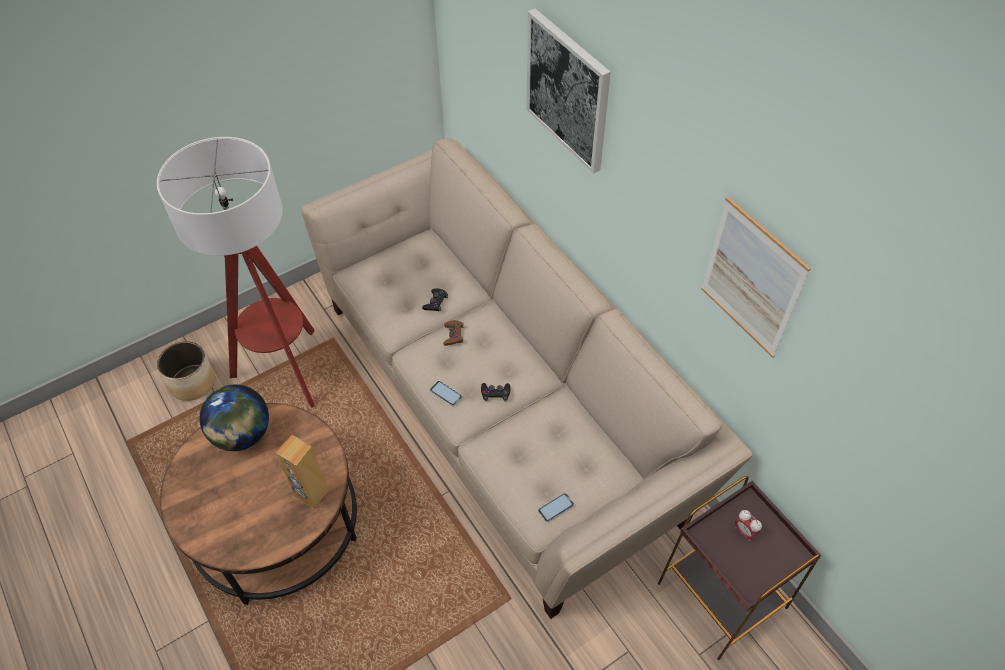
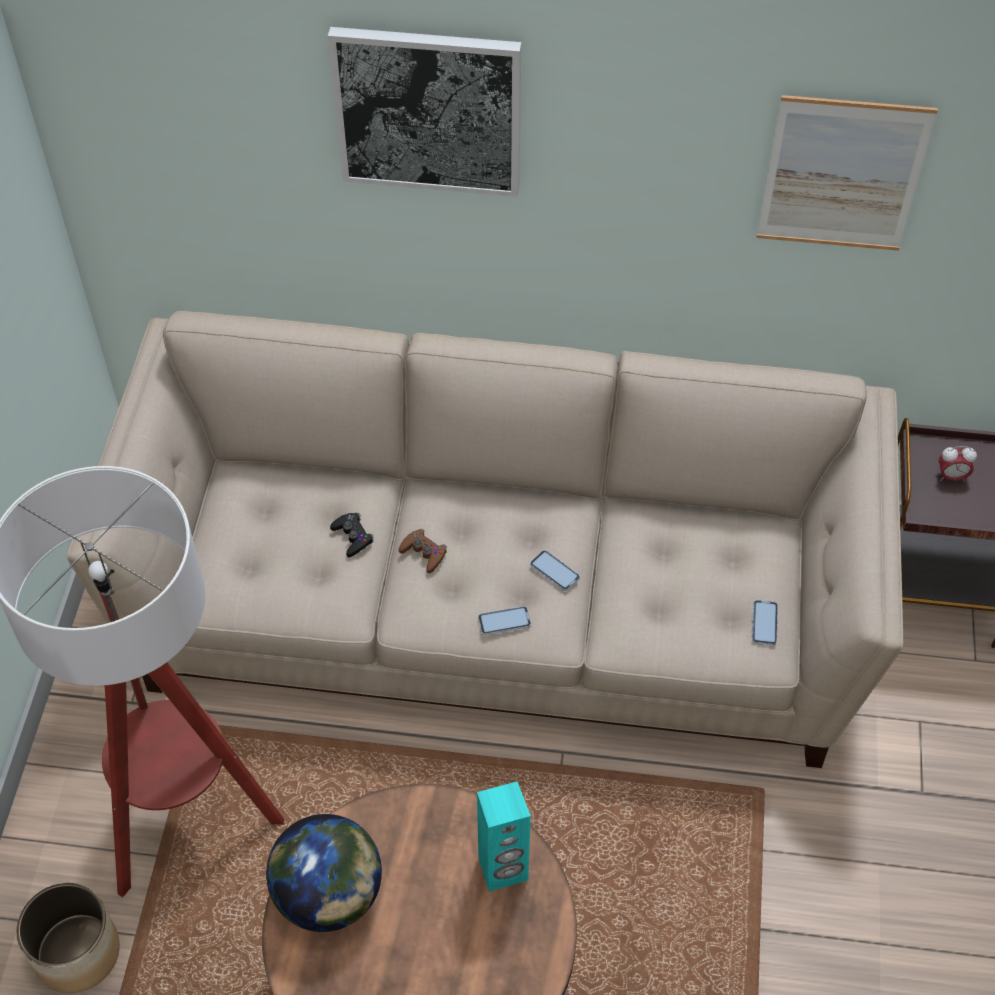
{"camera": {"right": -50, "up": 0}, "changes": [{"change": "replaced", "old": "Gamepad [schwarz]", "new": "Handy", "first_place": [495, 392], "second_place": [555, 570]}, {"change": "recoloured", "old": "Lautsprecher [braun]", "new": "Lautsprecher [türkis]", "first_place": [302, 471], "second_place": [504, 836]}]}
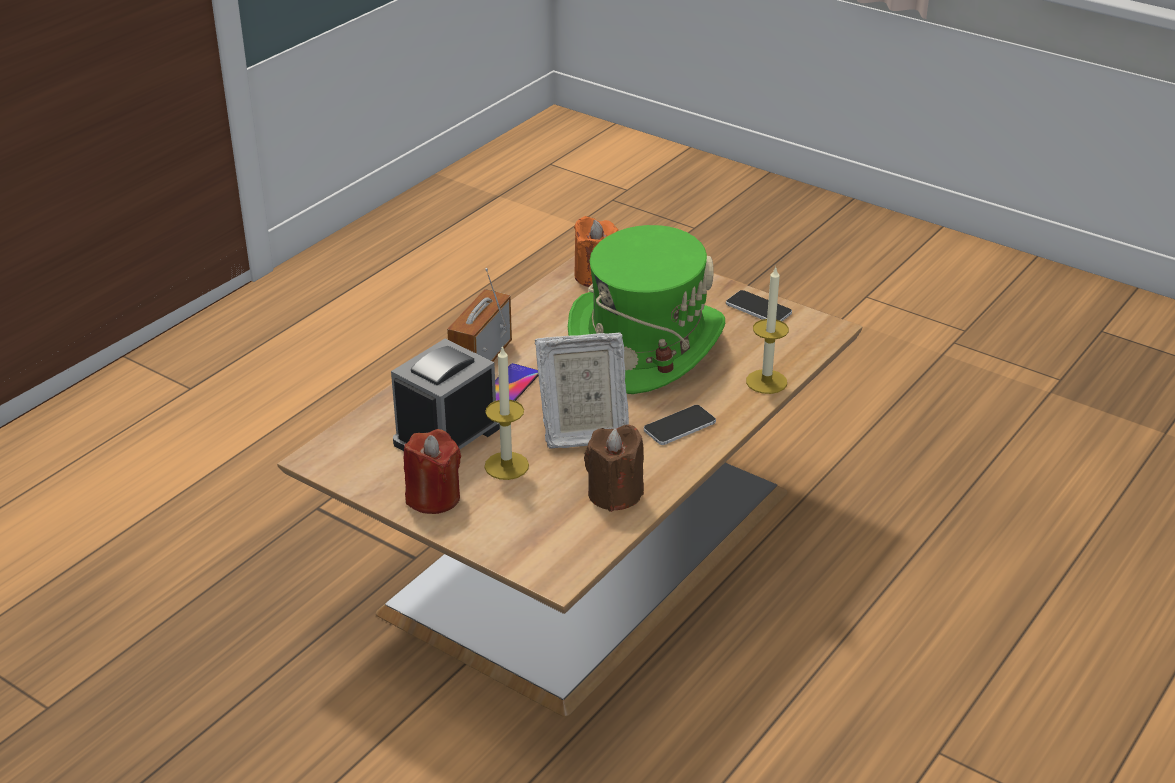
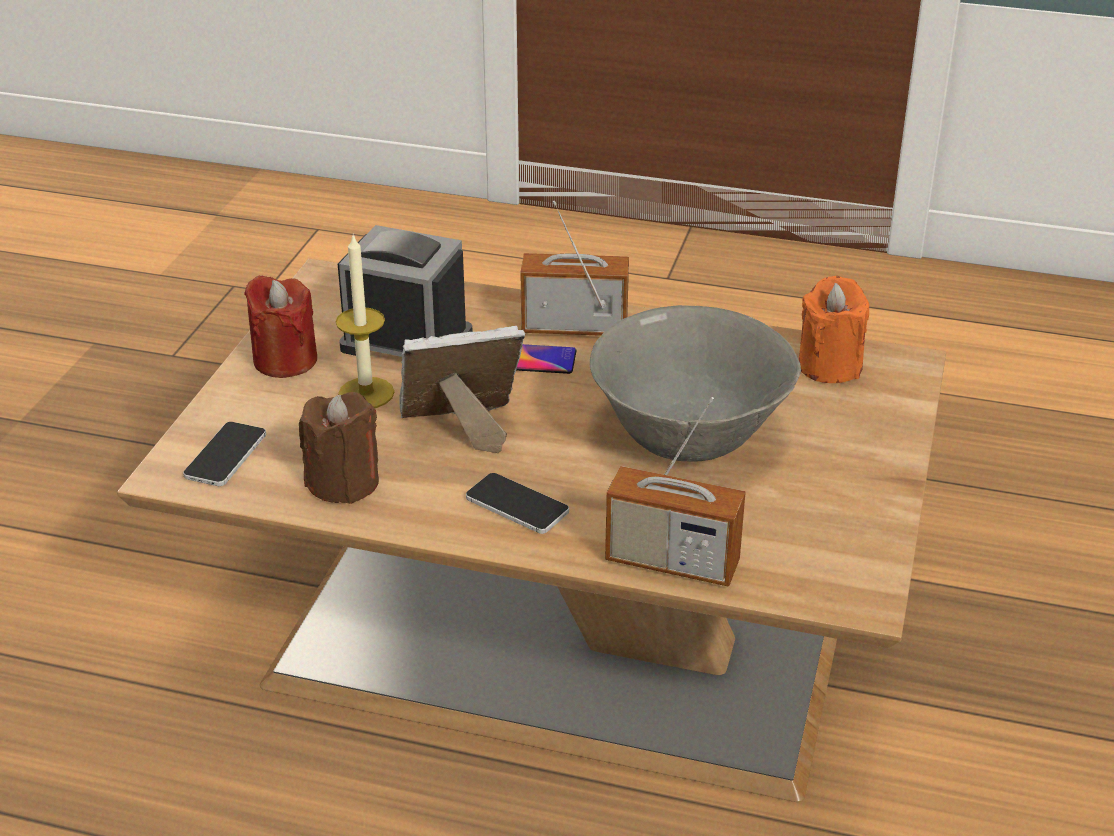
{"camera": {"right": 70, "up": 0}, "changes": [{"change": "moved", "old": "Handy", "first_place": [759, 305], "second_place": [224, 454]}, {"change": "replaced", "old": "Hut [grün]", "new": "Schüssel [grau]", "first_place": [646, 309], "second_place": [695, 383]}, {"change": "replaced", "old": "Kerze", "new": "Radio", "first_place": [767, 330], "second_place": [675, 492]}, {"change": "turned", "old": "Bilderrahmen", "first_place": [582, 391], "second_place": [462, 389], "degrees": 105}]}
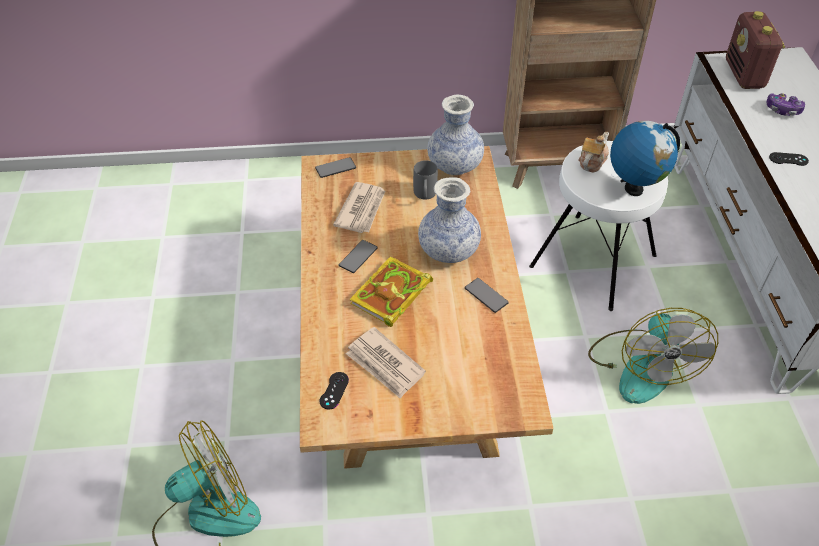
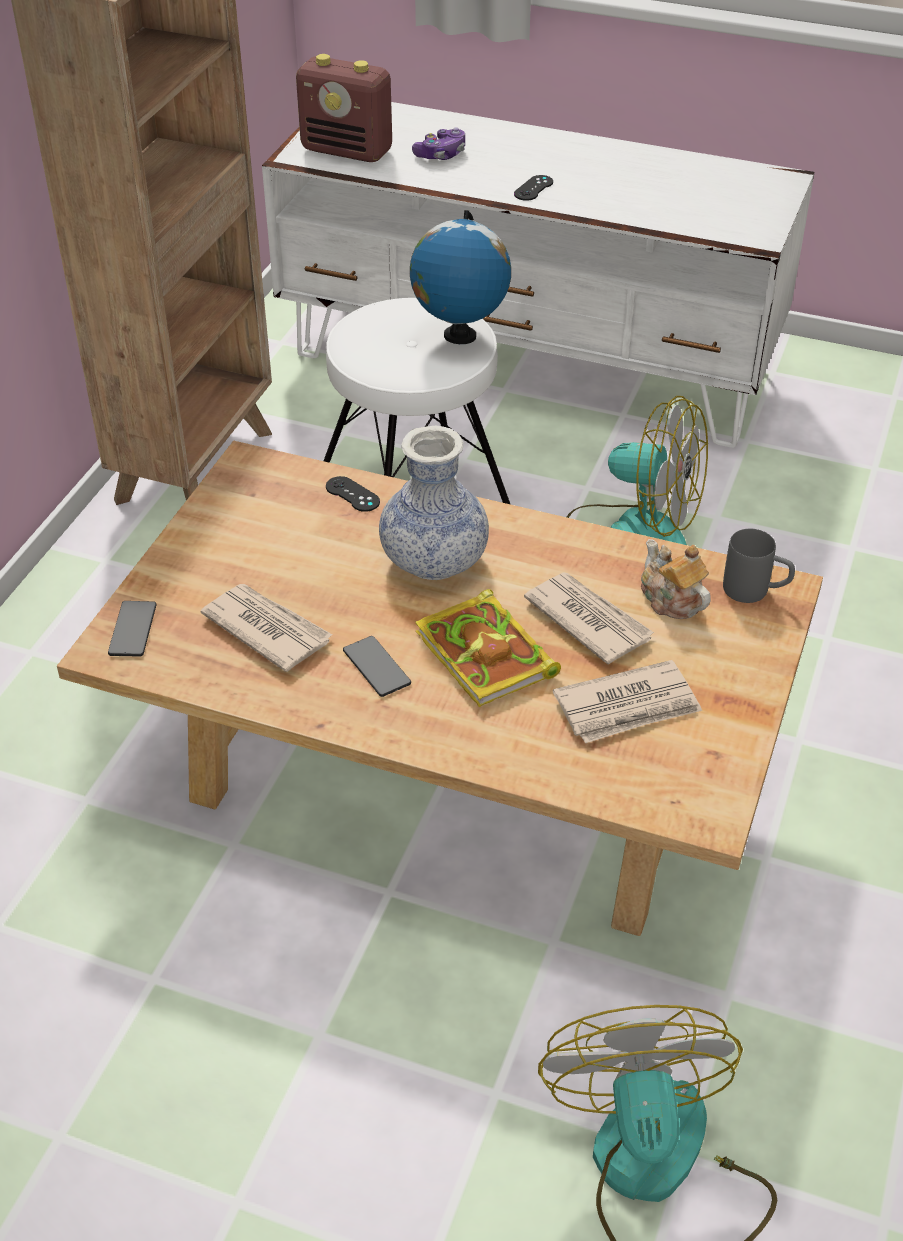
{"camera": {"right": -65, "up": -5}, "changes": [{"change": "removed", "old": "Vase", "first_place": [455, 135]}, {"change": "removed", "old": "Handy", "first_place": [487, 295]}, {"change": "added", "new": "Zeitung", "second_place": [589, 618]}, {"change": "moved", "old": "Gamepad [schwarz]", "first_place": [334, 391], "second_place": [353, 494]}, {"change": "moved", "old": "Henkelbecher [grau]", "first_place": [425, 179], "second_place": [759, 566]}, {"change": "moved", "old": "Teekanne", "first_place": [593, 152], "second_place": [675, 579]}]}
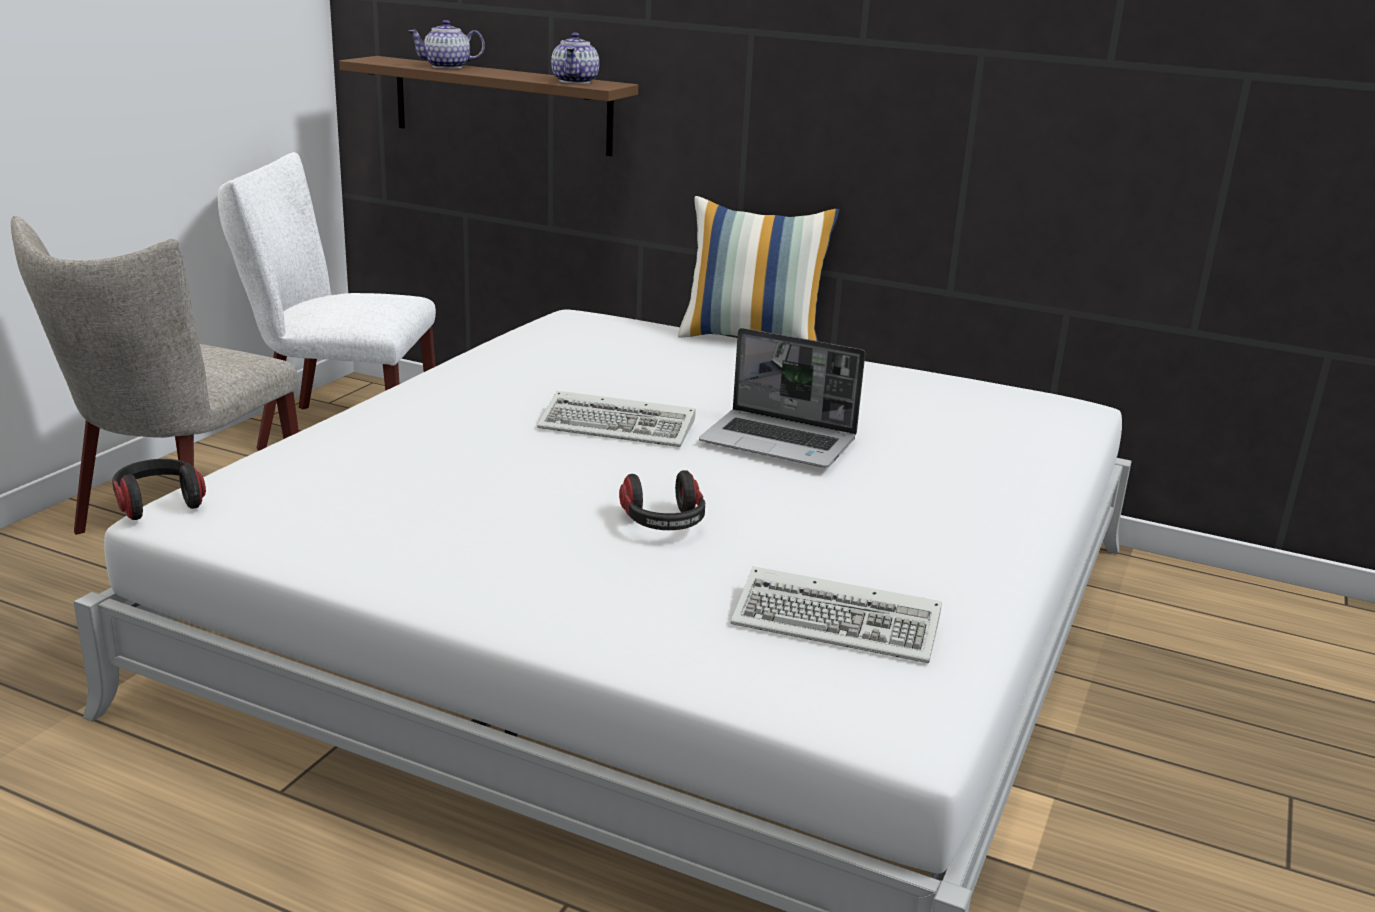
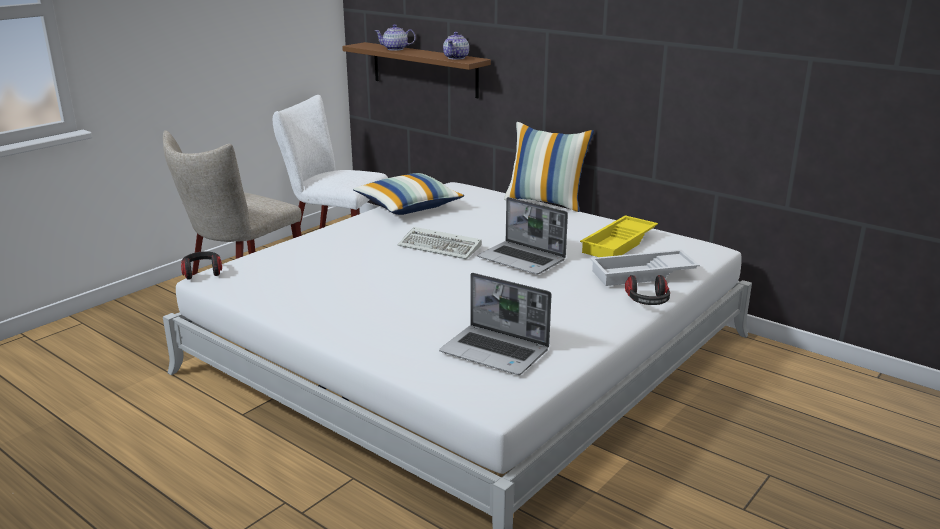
{"camera": {"right": 15, "up": 0}, "changes": [{"change": "added", "new": "Kissen", "second_place": [408, 194]}, {"change": "added", "new": "Tablett [gelb]", "second_place": [619, 236]}, {"change": "added", "new": "Tablett [weiß]", "second_place": [645, 268]}, {"change": "moved", "old": "Kopfhörer", "first_place": [662, 500], "second_place": [647, 290]}, {"change": "replaced", "old": "Tastatur", "new": "Laptop", "first_place": [836, 614], "second_place": [495, 324]}]}
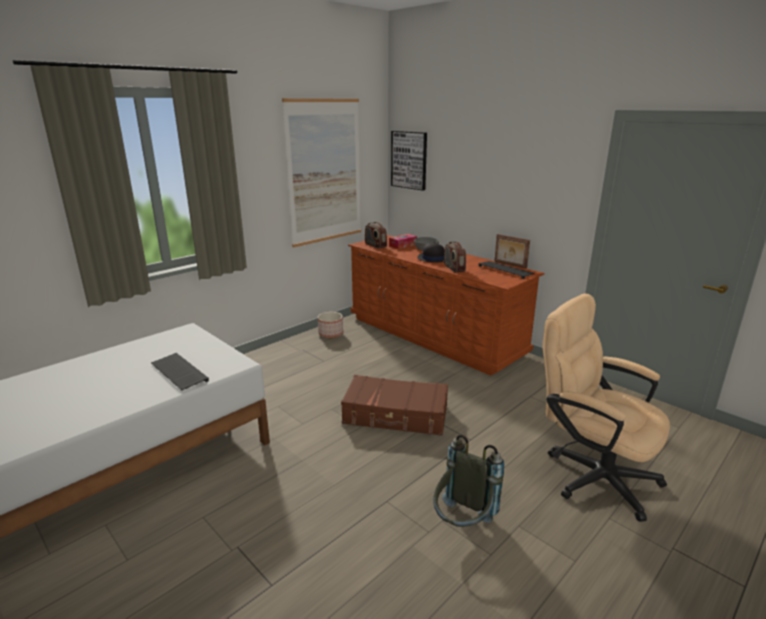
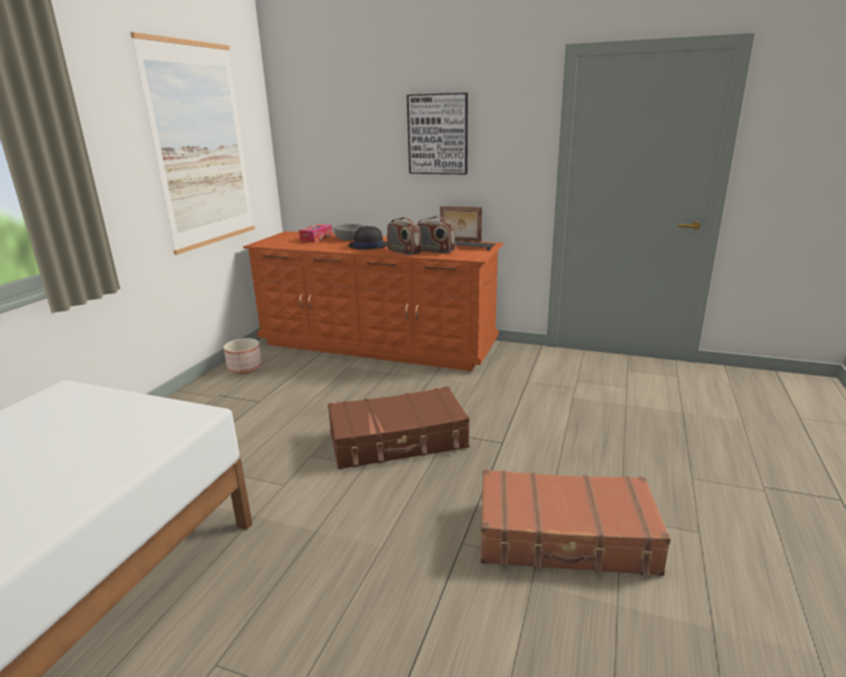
{"camera": {"right": -25, "up": 0}, "changes": [{"change": "removed", "old": "Tastatur", "first_place": [180, 371]}, {"change": "removed", "old": "Bürostuhl [beige]", "first_place": [606, 408]}, {"change": "moved", "old": "Radio", "first_place": [376, 235], "second_place": [436, 235]}, {"change": "moved", "old": "Bild", "first_place": [409, 161], "second_place": [437, 133]}, {"change": "replaced", "old": "Rucksack [grau]", "new": "Koffer [braun]", "first_place": [468, 481], "second_place": [575, 522]}]}
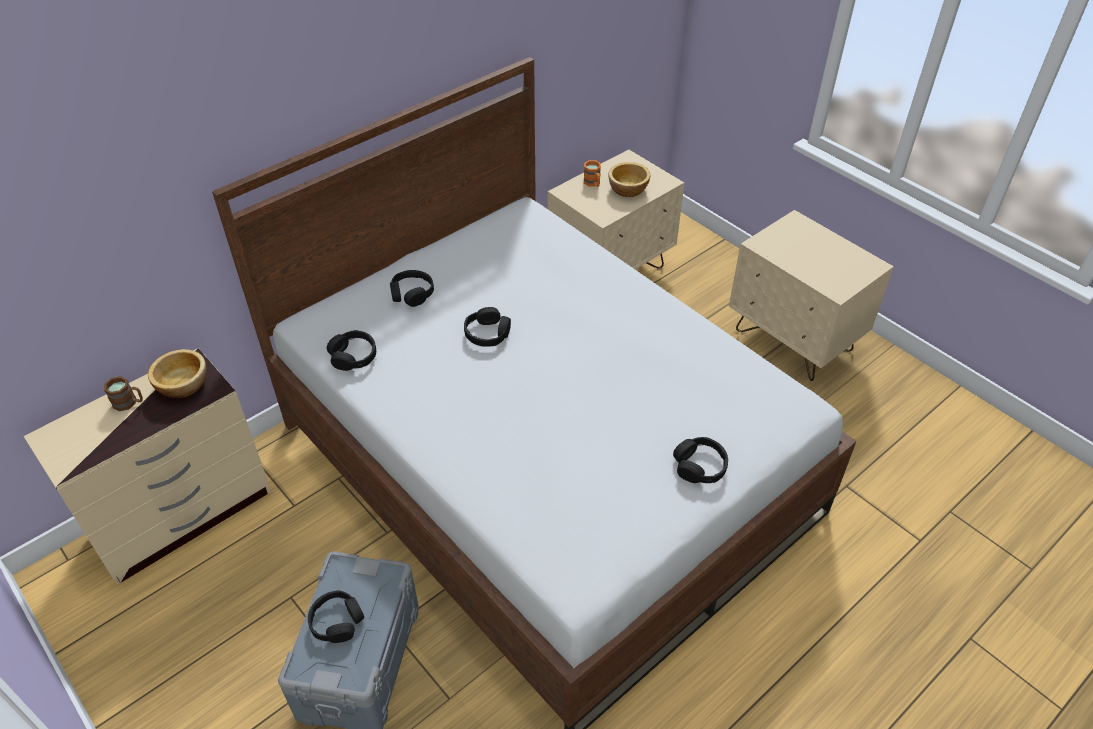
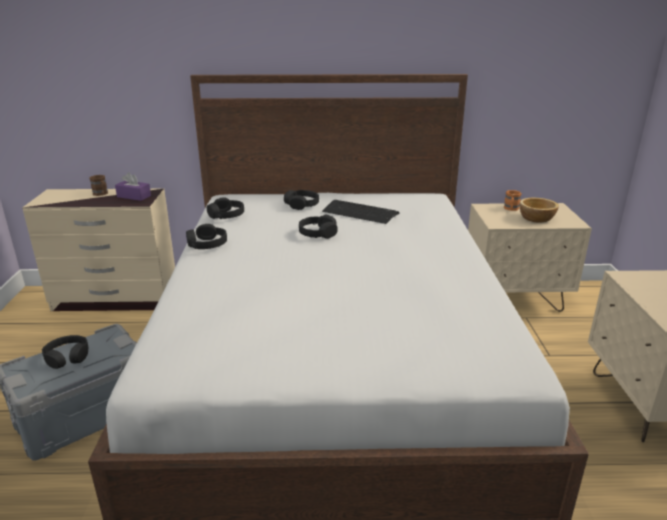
{"camera": {"right": 40, "up": -20}, "changes": [{"change": "added", "new": "Tastatur", "second_place": [360, 212]}, {"change": "moved", "old": "Kopfhörer [schwarz]", "first_place": [700, 460], "second_place": [206, 236]}, {"change": "replaced", "old": "Schüssel", "new": "Taschentuchbox [lila]", "first_place": [177, 373], "second_place": [133, 186]}]}
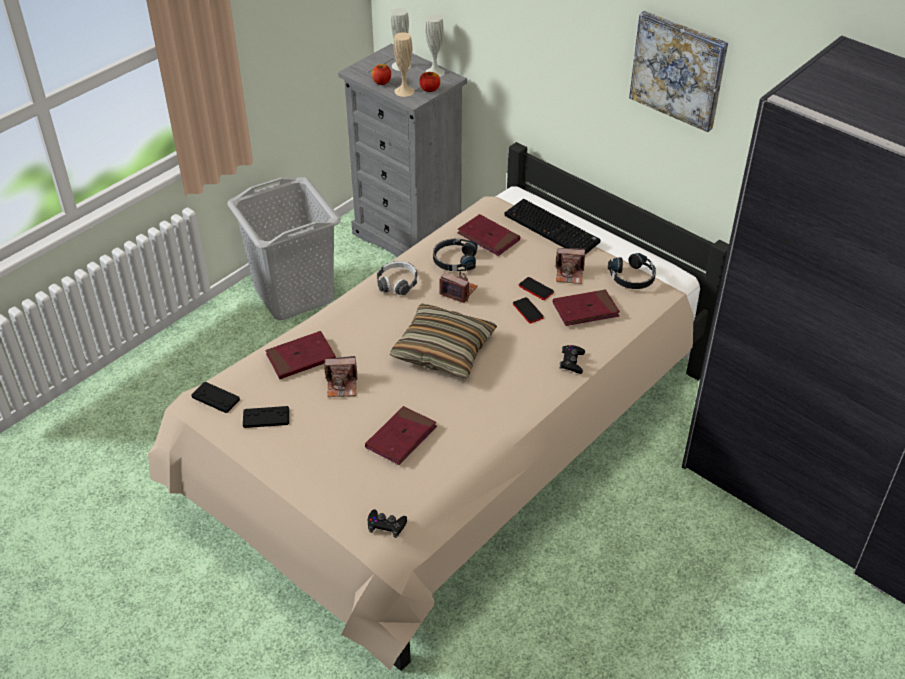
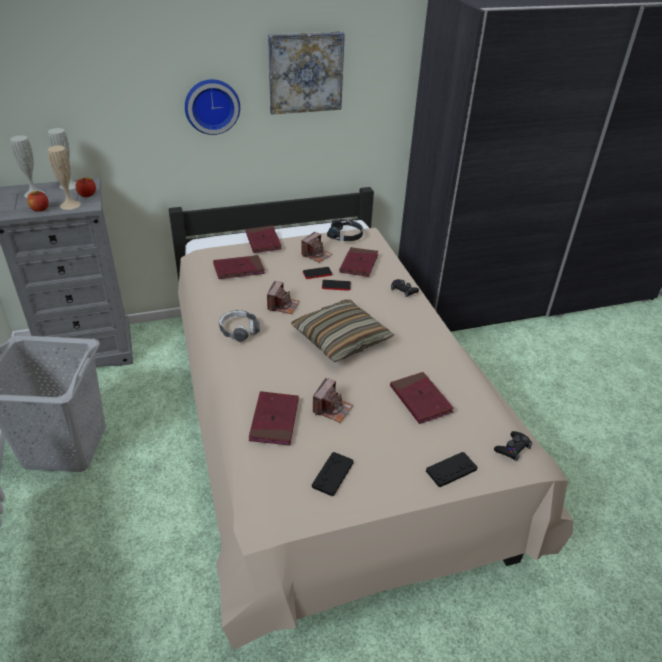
{"camera": {"right": -60, "up": -5}, "changes": [{"change": "removed", "old": "Kopfhörer [schwarz]", "first_place": [455, 255]}, {"change": "added", "new": "Wanduhr", "second_place": [212, 107]}, {"change": "moved", "old": "Gamepad [schwarz]", "first_place": [215, 397], "second_place": [451, 469]}, {"change": "replaced", "old": "Tastatur", "new": "Buch [rot]", "first_place": [553, 226], "second_place": [264, 239]}, {"change": "turned", "old": "Kamera", "first_place": [458, 287], "second_place": [283, 297], "degrees": 135}]}
